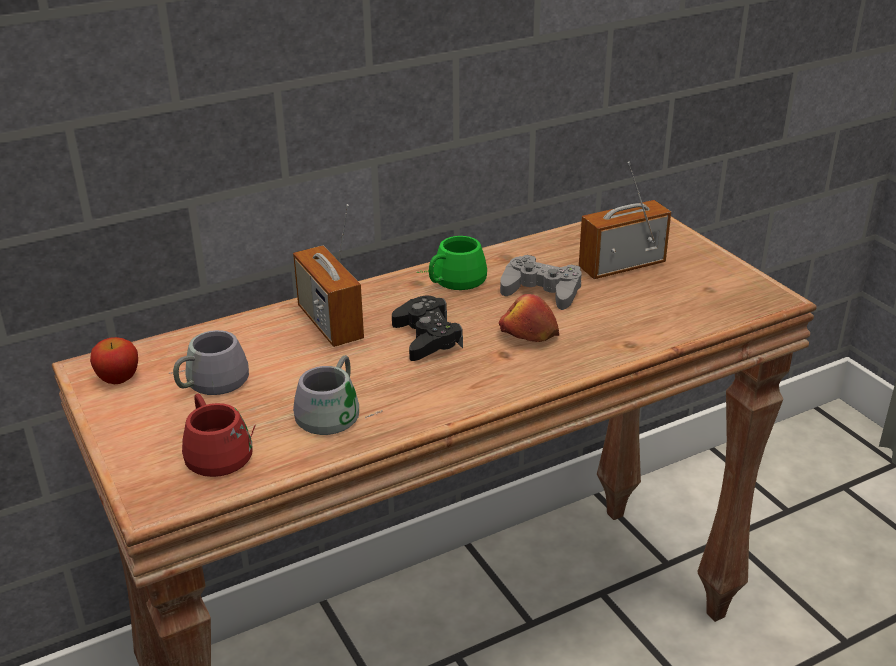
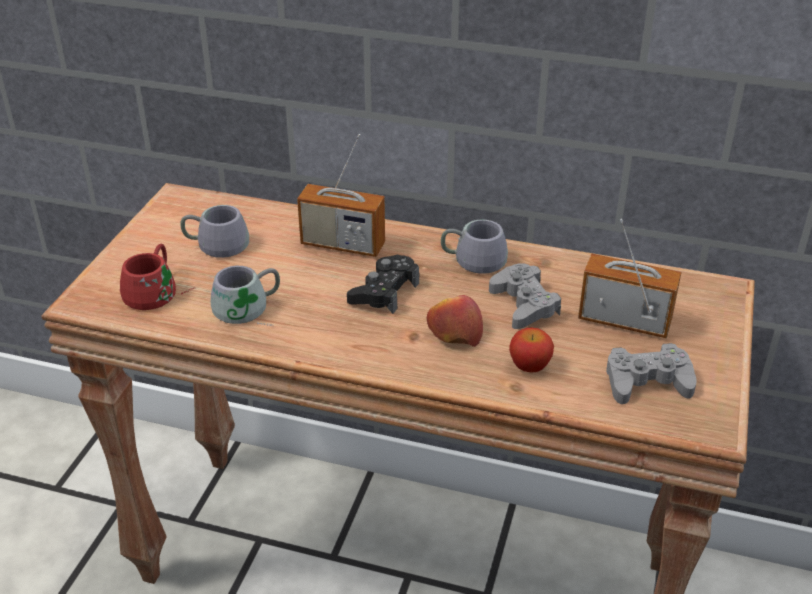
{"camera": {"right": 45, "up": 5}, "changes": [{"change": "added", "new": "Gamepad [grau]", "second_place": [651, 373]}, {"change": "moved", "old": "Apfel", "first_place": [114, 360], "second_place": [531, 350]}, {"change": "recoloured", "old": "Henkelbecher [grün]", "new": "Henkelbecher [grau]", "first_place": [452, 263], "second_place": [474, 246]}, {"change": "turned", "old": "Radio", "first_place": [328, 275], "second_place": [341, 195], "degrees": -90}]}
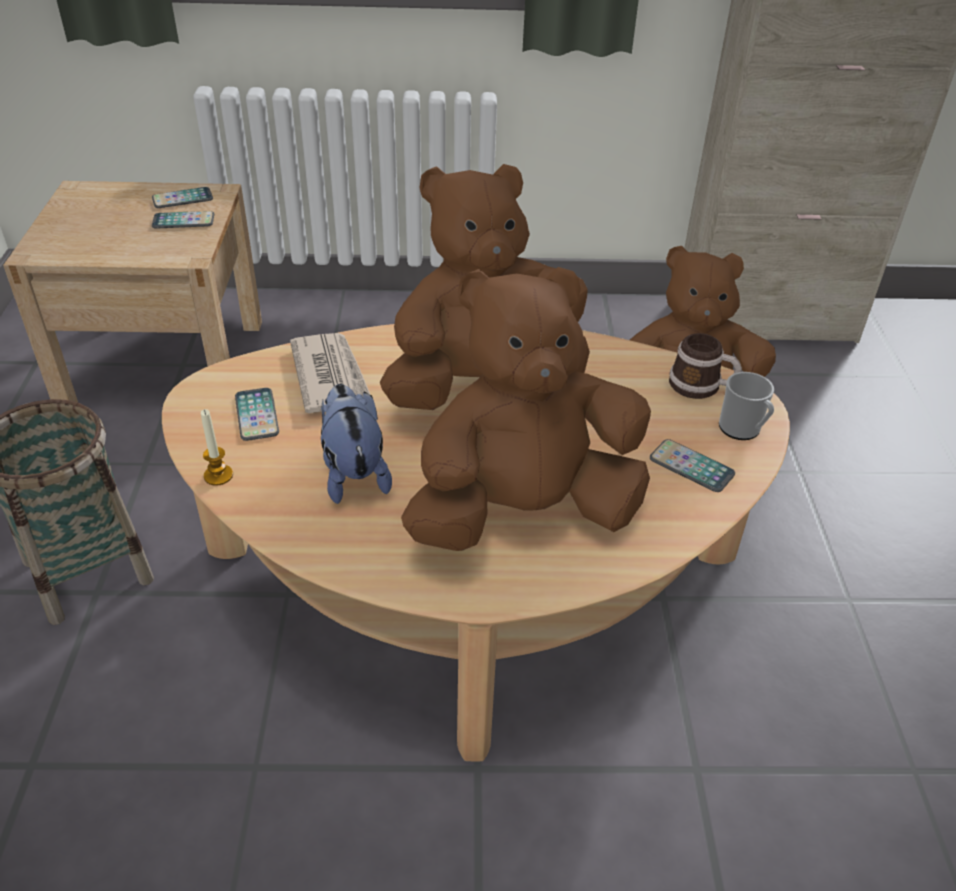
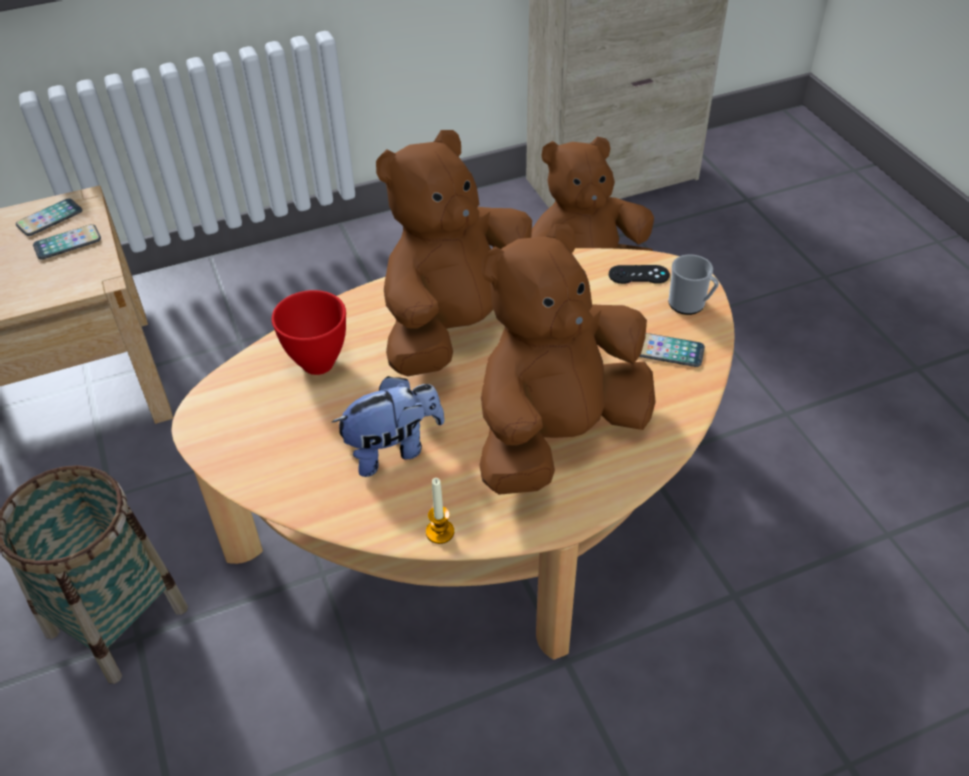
{"camera": {"right": -20, "up": 5}, "changes": [{"change": "removed", "old": "Handy", "first_place": [257, 414]}, {"change": "moved", "old": "Kerze", "first_place": [217, 447], "second_place": [440, 511]}, {"change": "replaced", "old": "Zeitung", "new": "Schüssel [rot]", "first_place": [330, 373], "second_place": [309, 332]}, {"change": "replaced", "old": "Henkelbecher", "new": "Gamepad [schwarz]", "first_place": [705, 366], "second_place": [639, 274]}, {"change": "turned", "old": "Plüschtier", "first_place": [356, 444], "second_place": [388, 426], "degrees": 105}]}
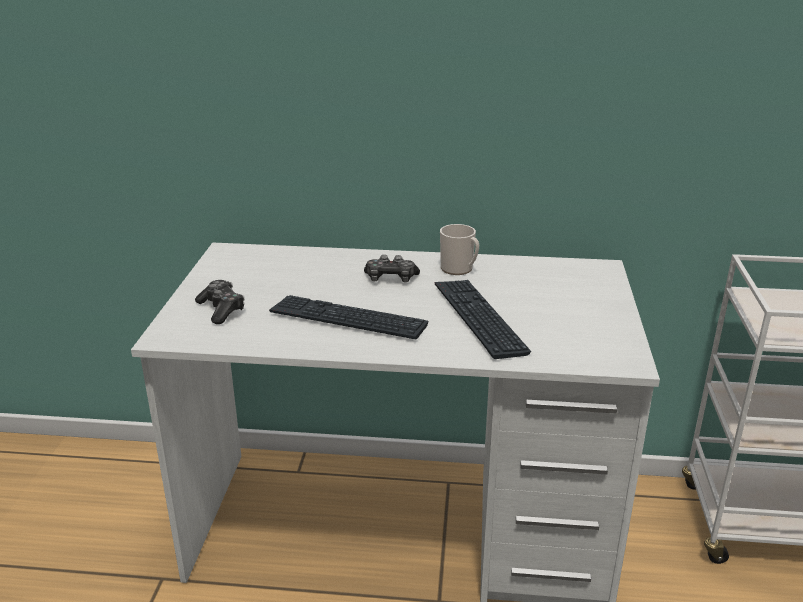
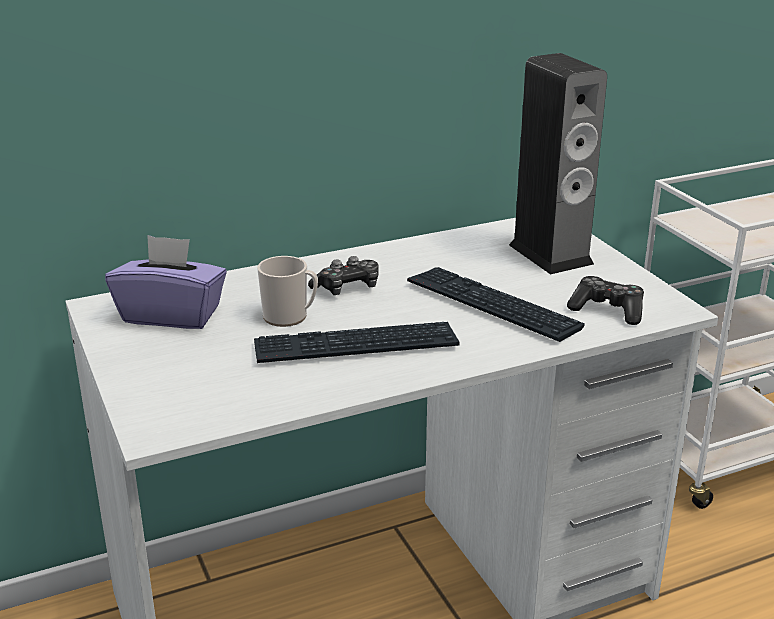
{"camera": {"right": -30, "up": 0}, "changes": [{"change": "added", "new": "Taschentuchbox [lila]", "second_place": [166, 282]}, {"change": "added", "new": "Lautsprecher", "second_place": [558, 164]}, {"change": "moved", "old": "Gamepad", "first_place": [219, 302], "second_place": [605, 300]}, {"change": "moved", "old": "Henkelbecher", "first_place": [459, 249], "second_place": [287, 291]}]}
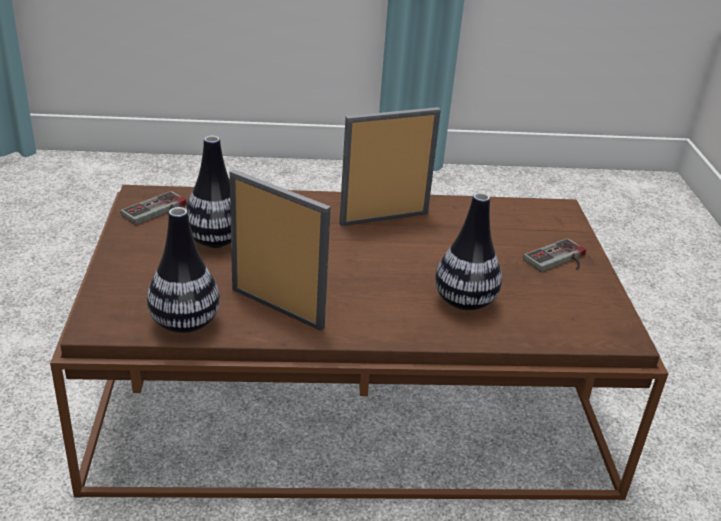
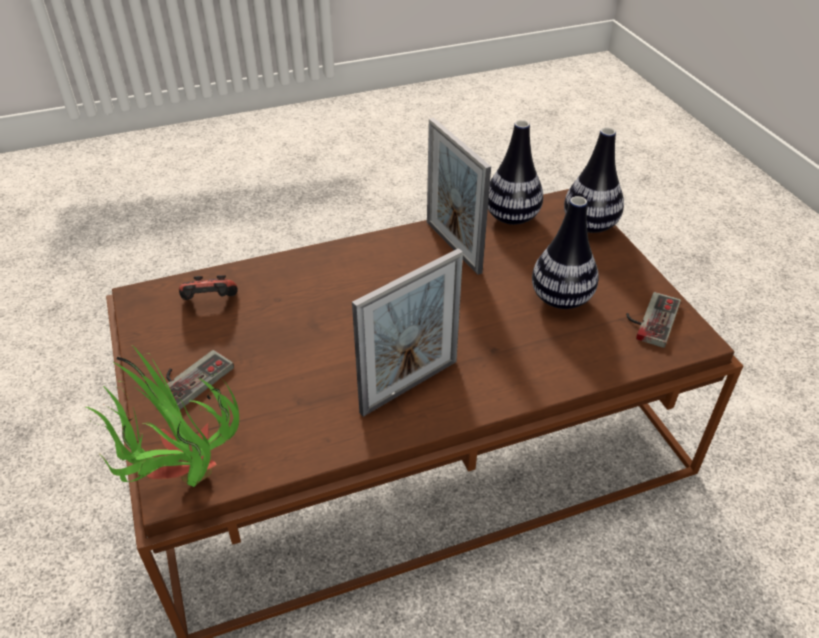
{"camera": {"right": 165, "up": 10}, "changes": [{"change": "added", "new": "Topfpflanze", "second_place": [162, 416]}, {"change": "added", "new": "Gamepad", "second_place": [208, 287]}, {"change": "moved", "old": "Vase", "first_place": [468, 251], "second_place": [594, 180]}, {"change": "turned", "old": "Bilderrahmen", "first_place": [280, 250], "second_place": [459, 196], "degrees": 45}]}
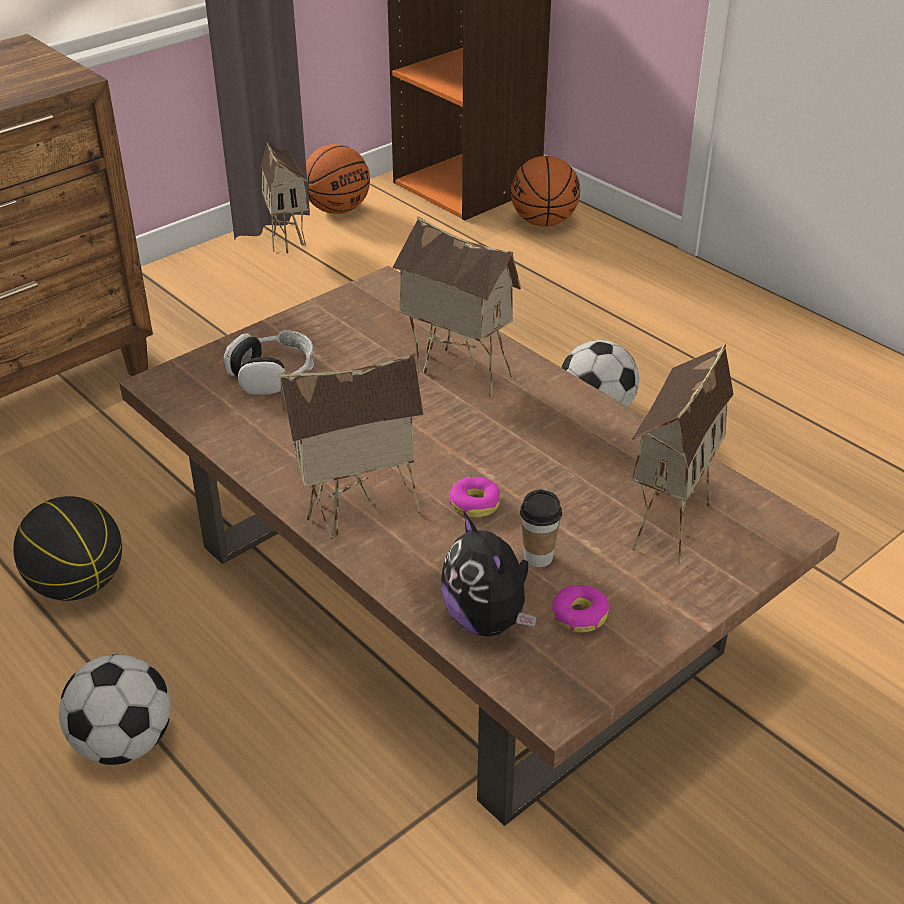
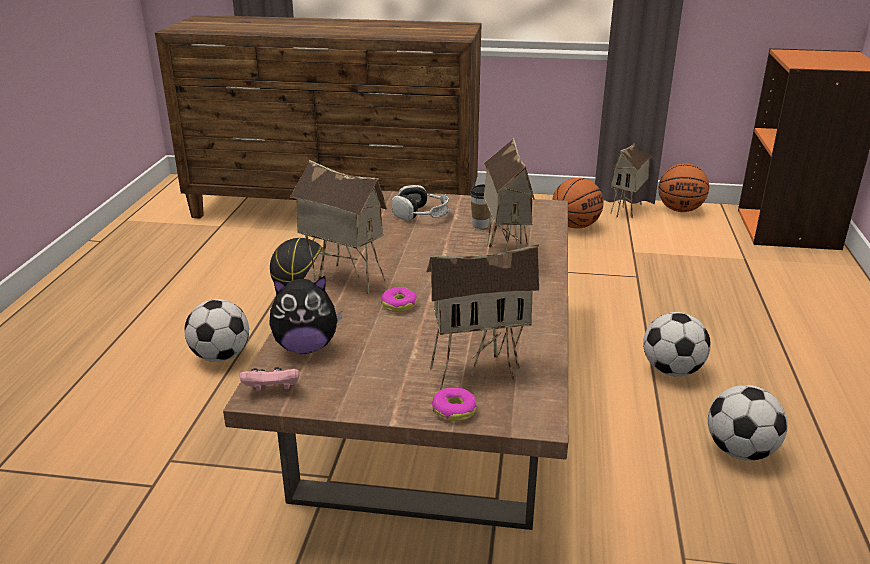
{"camera": {"right": 50, "up": -10}, "changes": [{"change": "added", "new": "Gamepad [rosa]", "second_place": [270, 379]}, {"change": "added", "new": "Fußball", "second_place": [748, 423]}, {"change": "moved", "old": "Basketball", "first_place": [545, 191], "second_place": [578, 203]}, {"change": "moved", "old": "Tasse", "first_place": [541, 528], "second_place": [480, 206]}, {"change": "moved", "old": "Donut", "first_place": [580, 609], "second_place": [454, 405]}, {"change": "turned", "old": "Plüschtier", "first_place": [489, 574], "second_place": [305, 315], "degrees": -120}]}
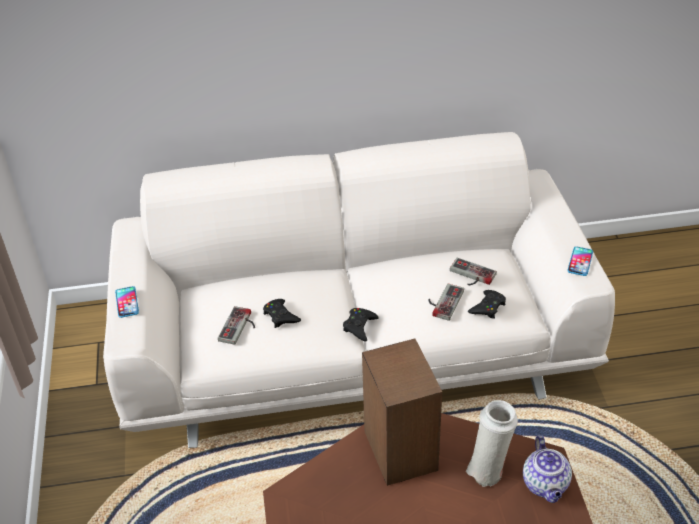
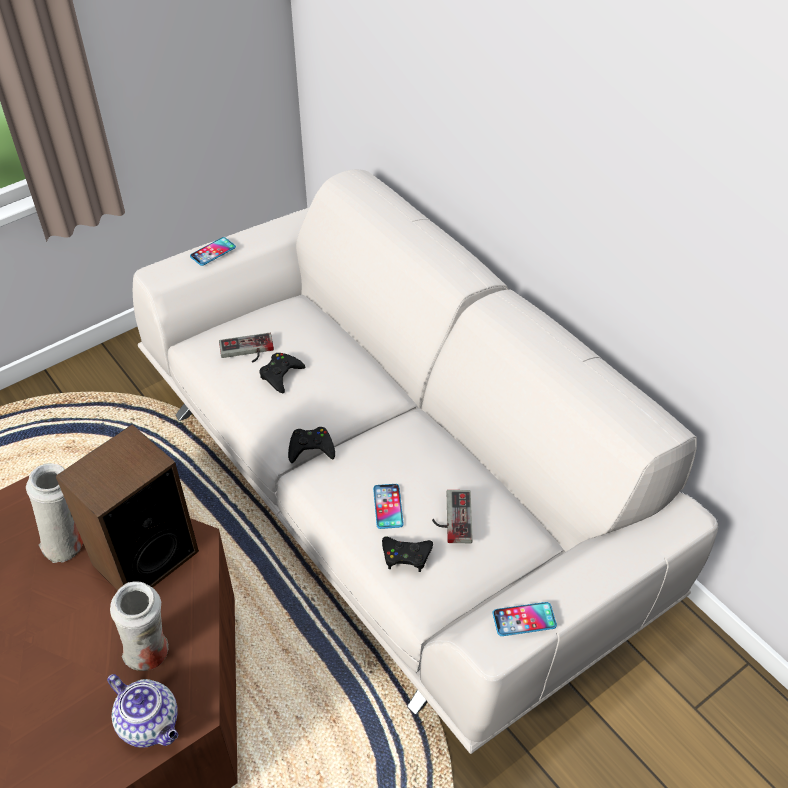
{"camera": {"right": 60, "up": 5}, "changes": [{"change": "added", "new": "Vase [weiß]", "second_place": [54, 513]}, {"change": "replaced", "old": "Gamepad", "new": "Handy", "first_place": [446, 302], "second_place": [388, 506]}, {"change": "turned", "old": "Teekanne", "first_place": [547, 469], "second_place": [142, 711], "degrees": -105}]}
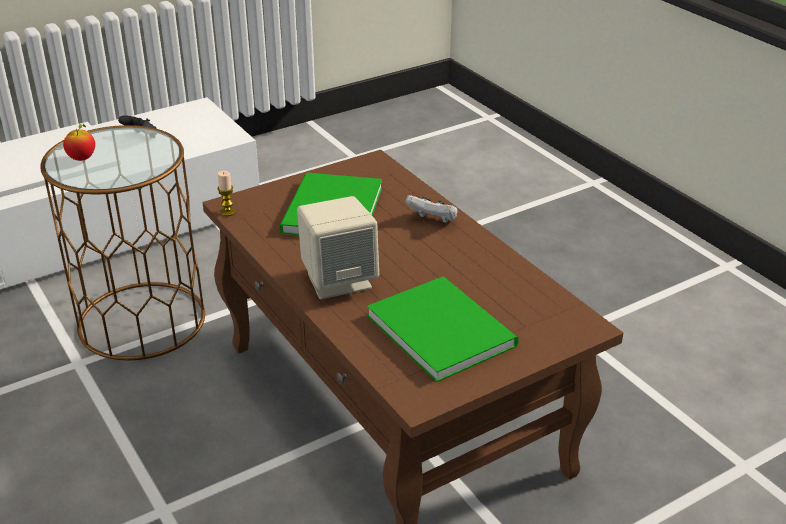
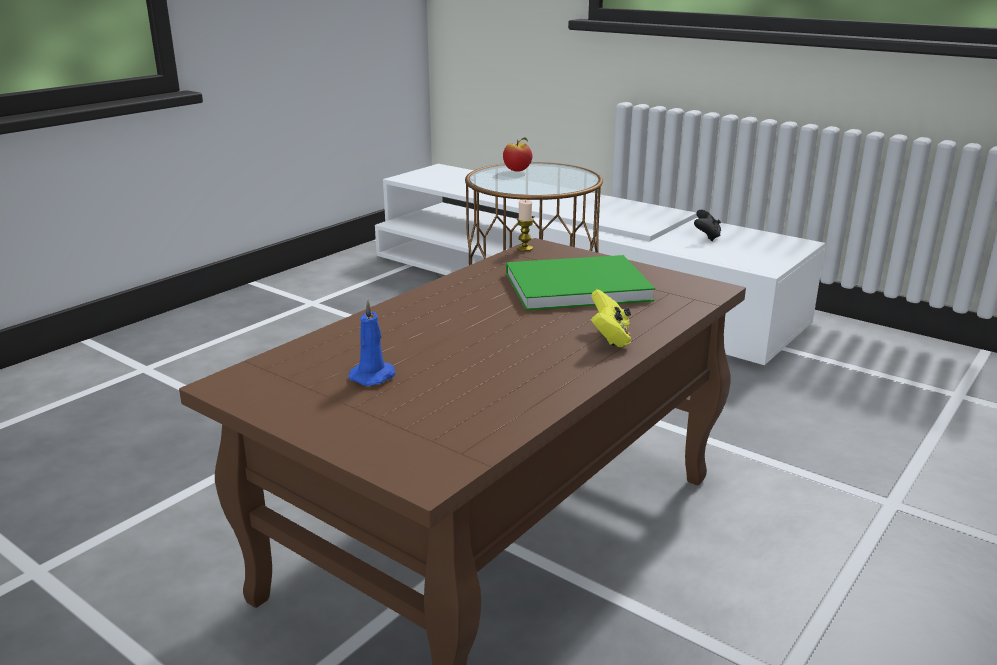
{"camera": {"right": 70, "up": -10}, "changes": [{"change": "removed", "old": "Lautsprecher [beige]", "first_place": [338, 247]}, {"change": "replaced", "old": "Buch [grün]", "new": "Kerze [blau]", "first_place": [443, 329], "second_place": [372, 343]}, {"change": "recoloured", "old": "Gamepad [weiß]", "new": "Gamepad [gelb]", "first_place": [431, 209], "second_place": [611, 318]}]}
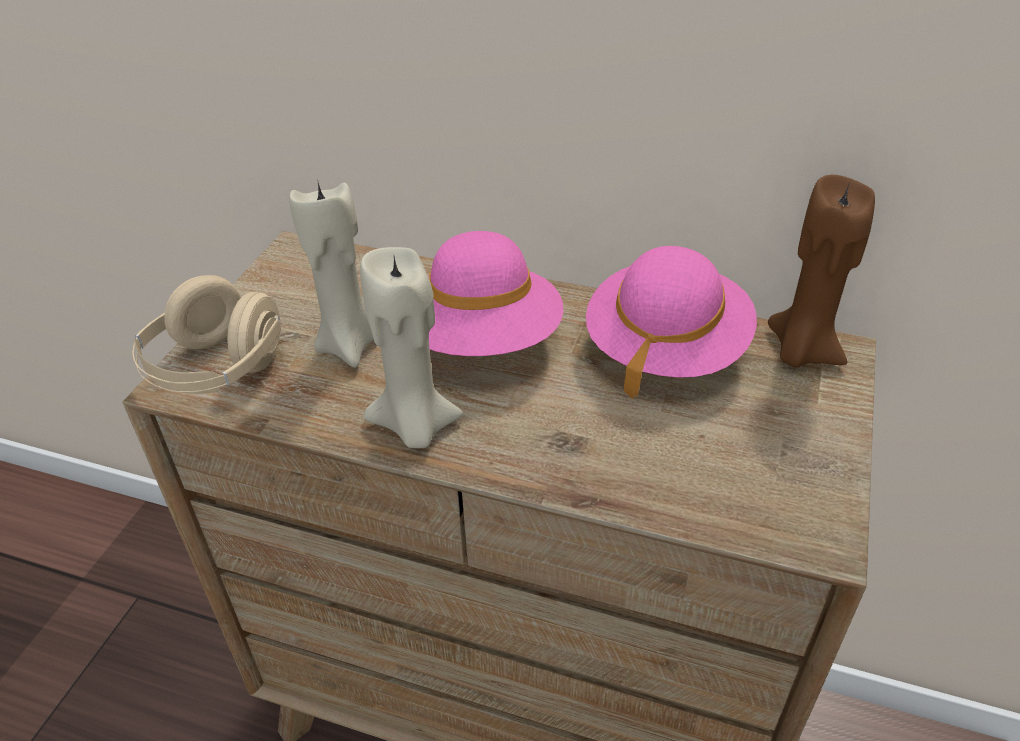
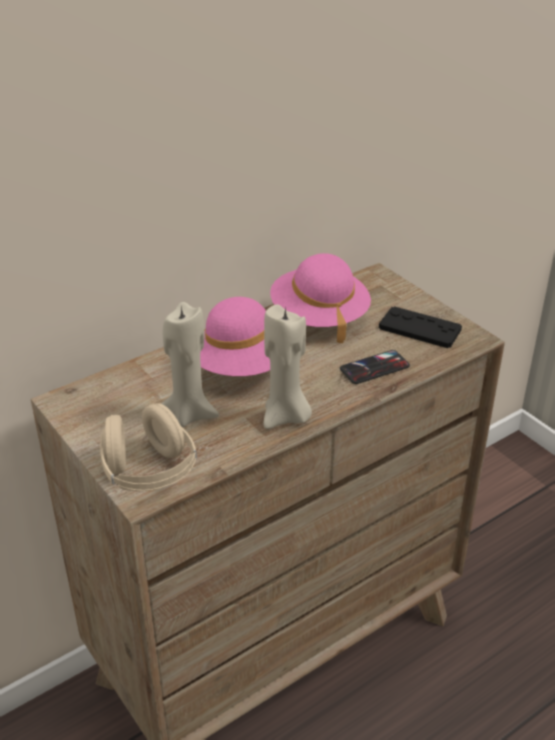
{"camera": {"right": -55, "up": -5}, "changes": [{"change": "removed", "old": "Kerze [braun]", "first_place": [821, 271]}, {"change": "added", "new": "Handy", "second_place": [375, 367]}, {"change": "added", "new": "Gamepad [schwarz]", "second_place": [420, 327]}]}
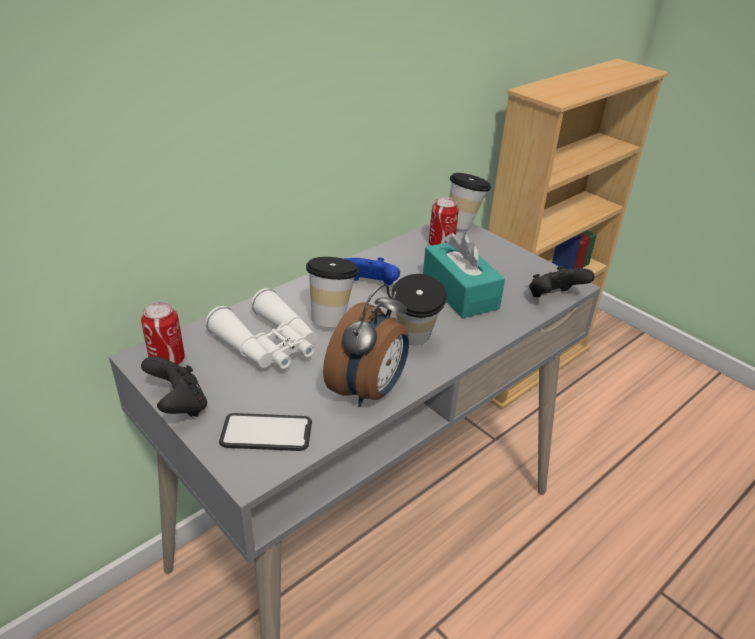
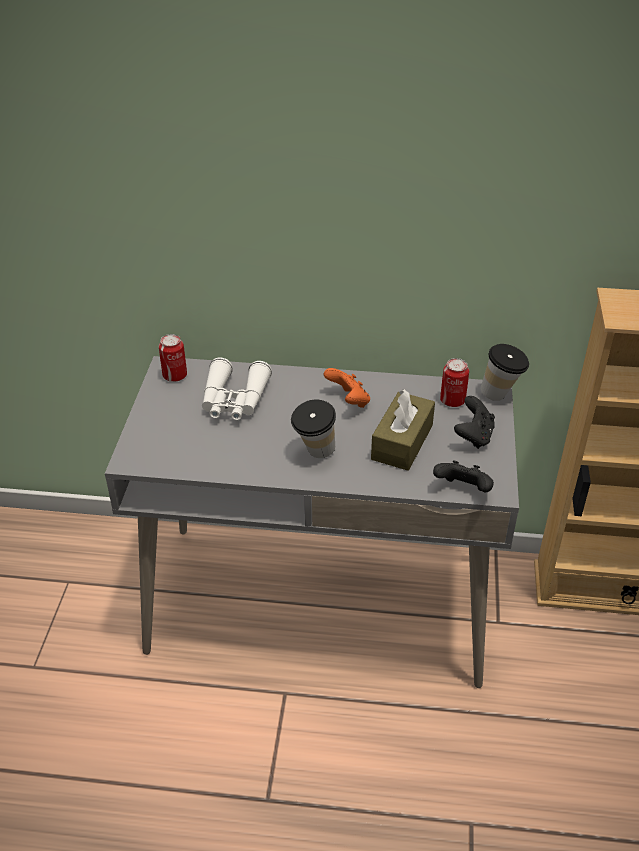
{"camera": {"right": 50, "up": 5}, "changes": [{"change": "removed", "old": "Handy", "first_place": [265, 432]}, {"change": "removed", "old": "Tasse", "first_place": [332, 292]}, {"change": "removed", "old": "Wecker", "first_place": [366, 345]}, {"change": "moved", "old": "Gamepad [schwarz]", "first_place": [174, 386], "second_place": [474, 422]}, {"change": "recoloured", "old": "Gamepad [blau]", "new": "Gamepad [orange]", "first_place": [372, 271], "second_place": [347, 388]}, {"change": "recoloured", "old": "Taschentuchbox [türkis]", "new": "Taschentuchbox [braun]", "first_place": [464, 274], "second_place": [403, 430]}]}
